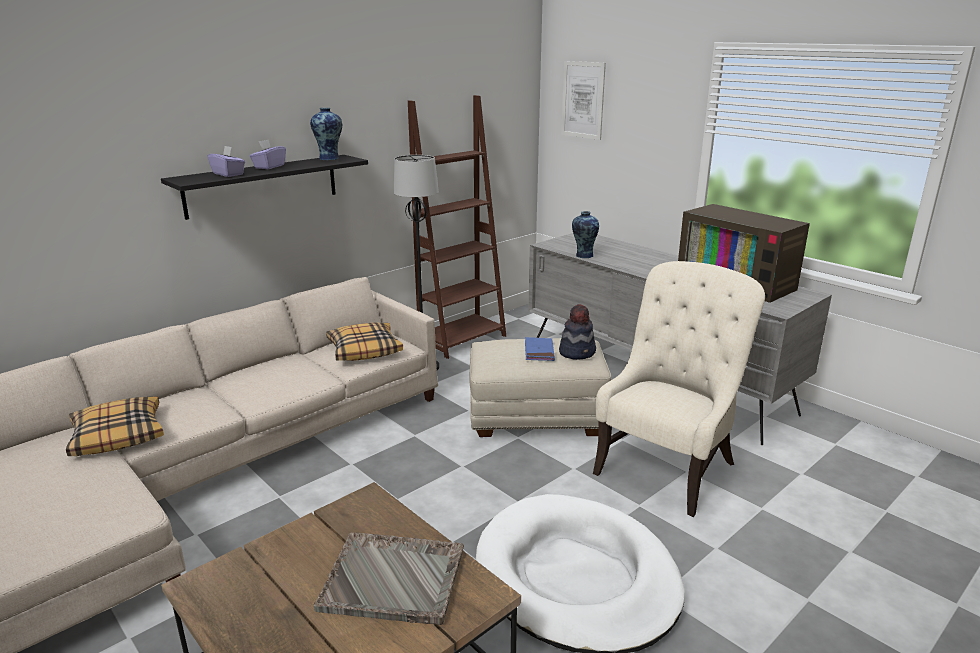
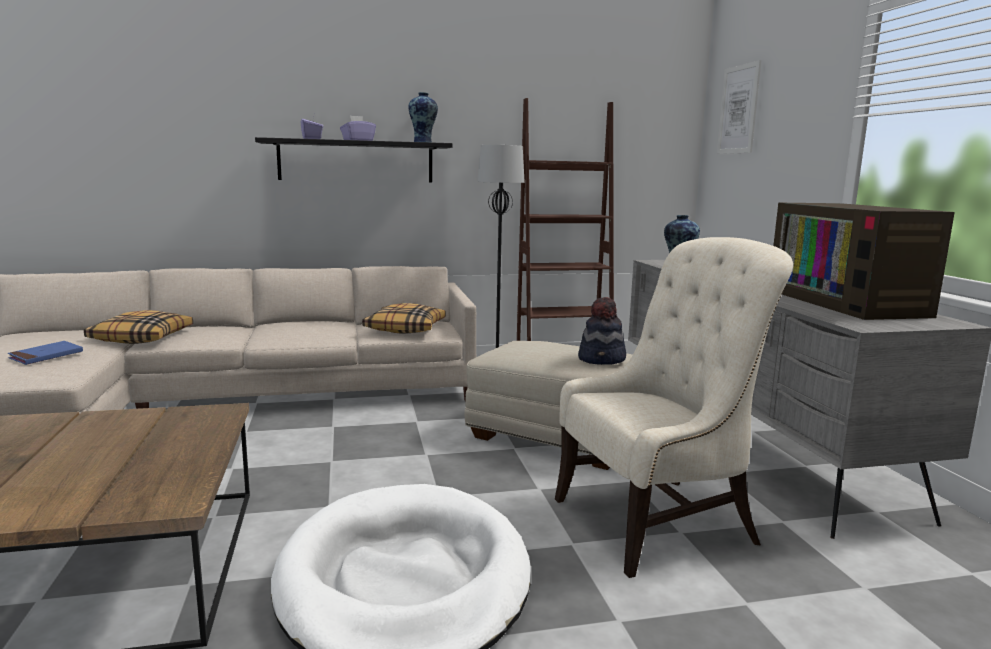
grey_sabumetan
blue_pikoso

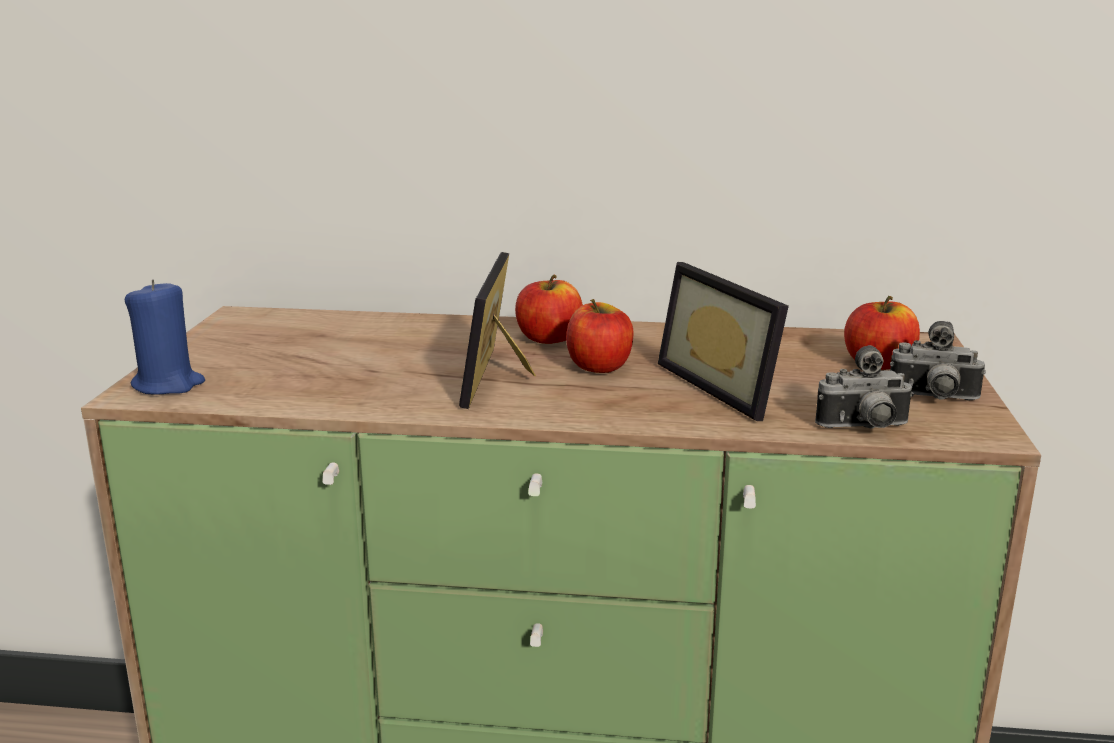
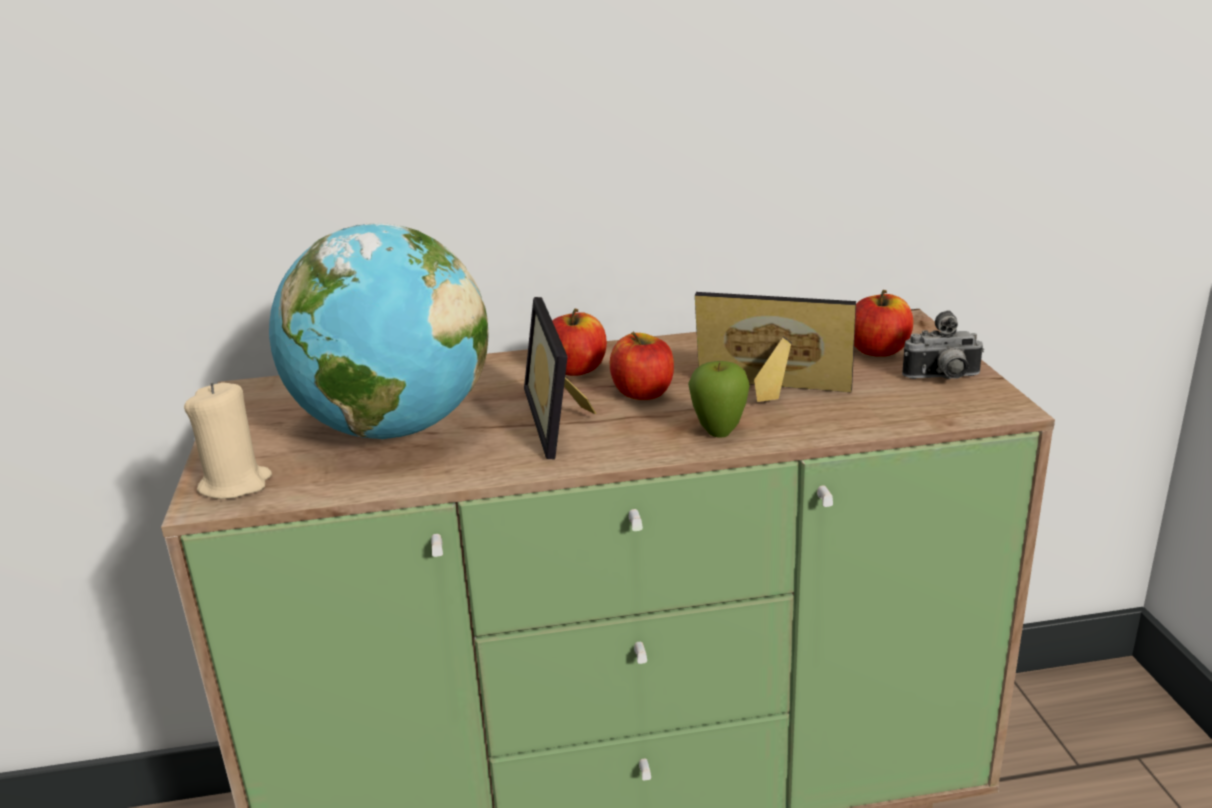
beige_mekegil
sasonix (no. 2 from left)
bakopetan (no. 1 from left in the first image)
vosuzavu
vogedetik (no. 3 from left)

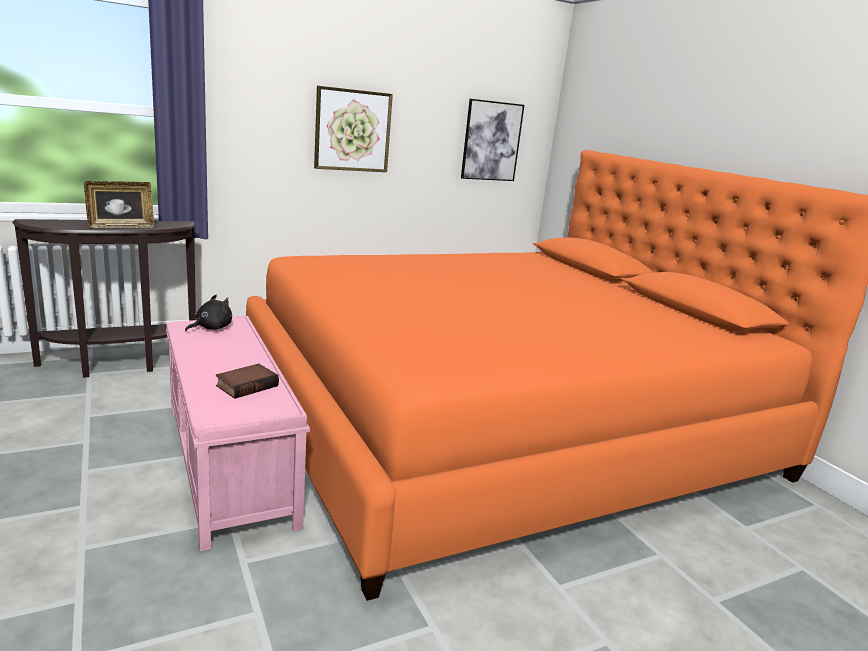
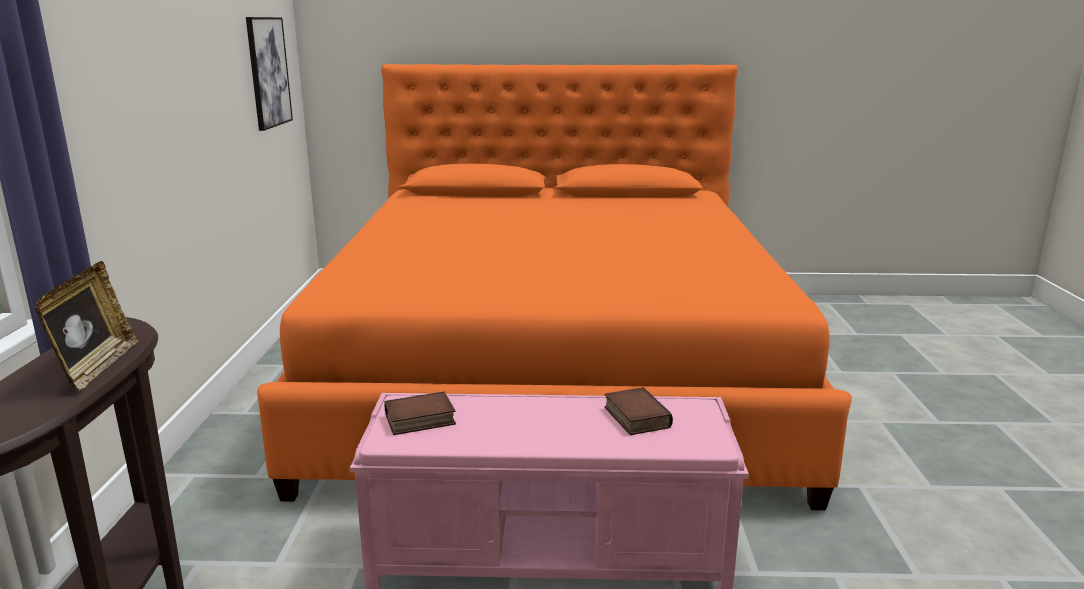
pikoso (no. 1 from left)
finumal (no. 1 from left in the first image)

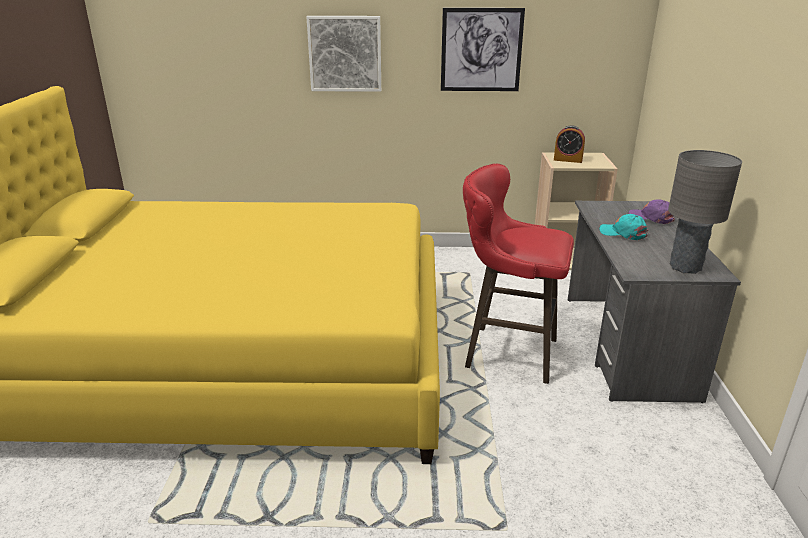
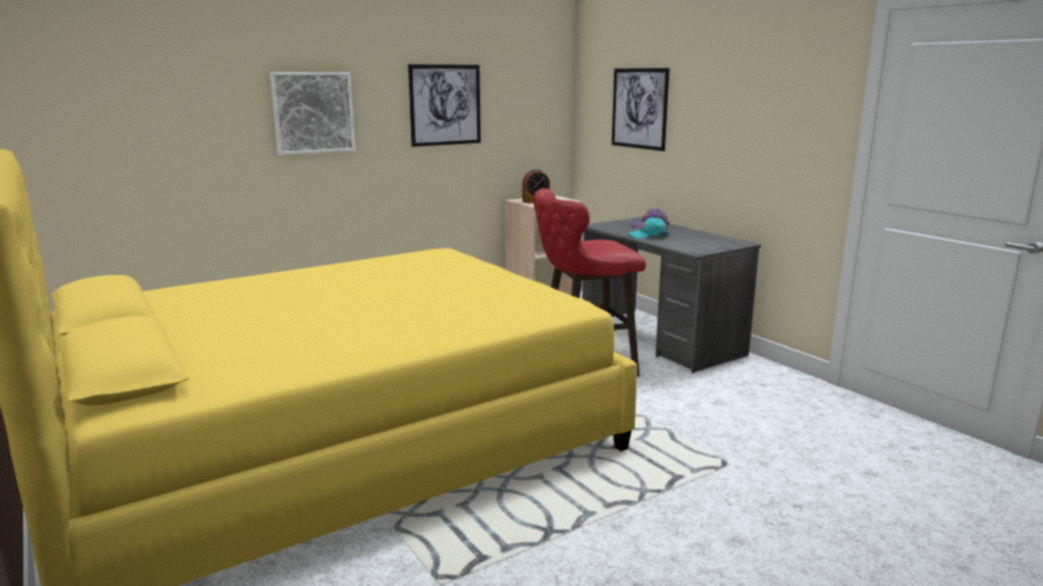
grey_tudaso
finumal (no. 3 from left)

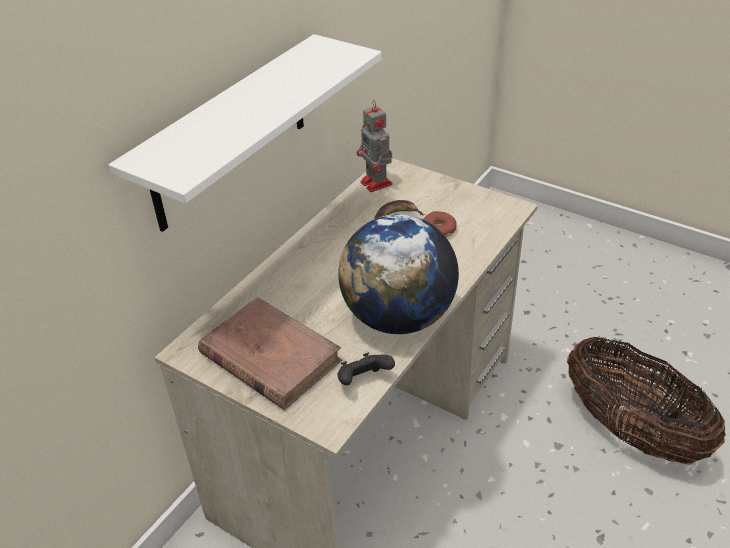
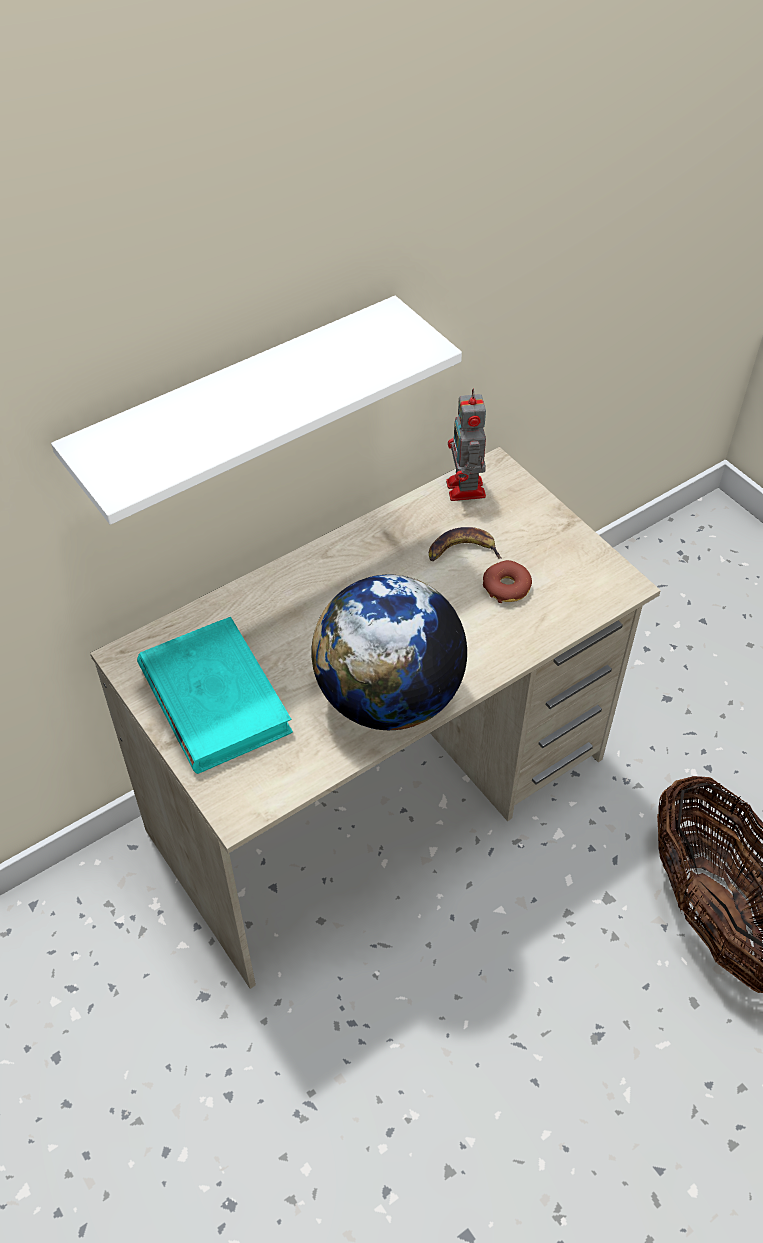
turquoise_pikoso
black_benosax

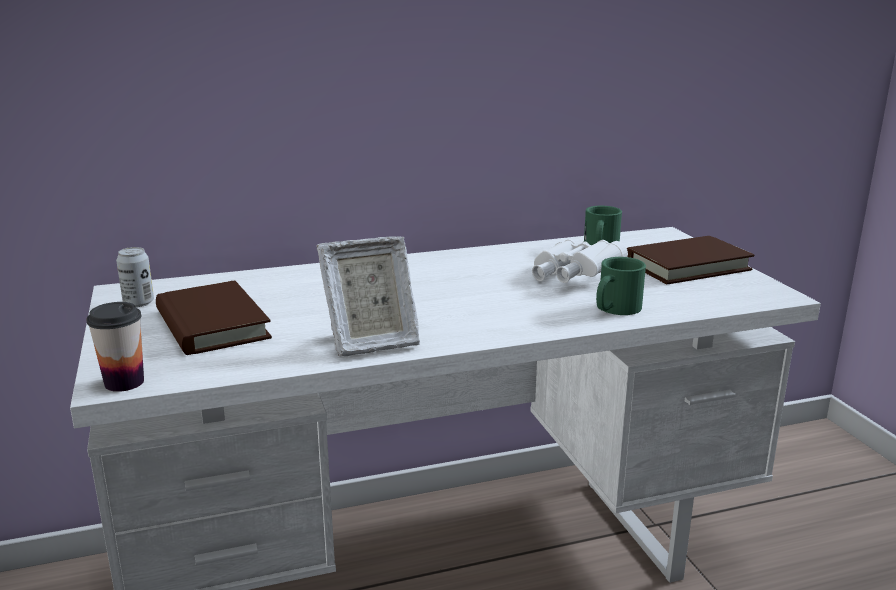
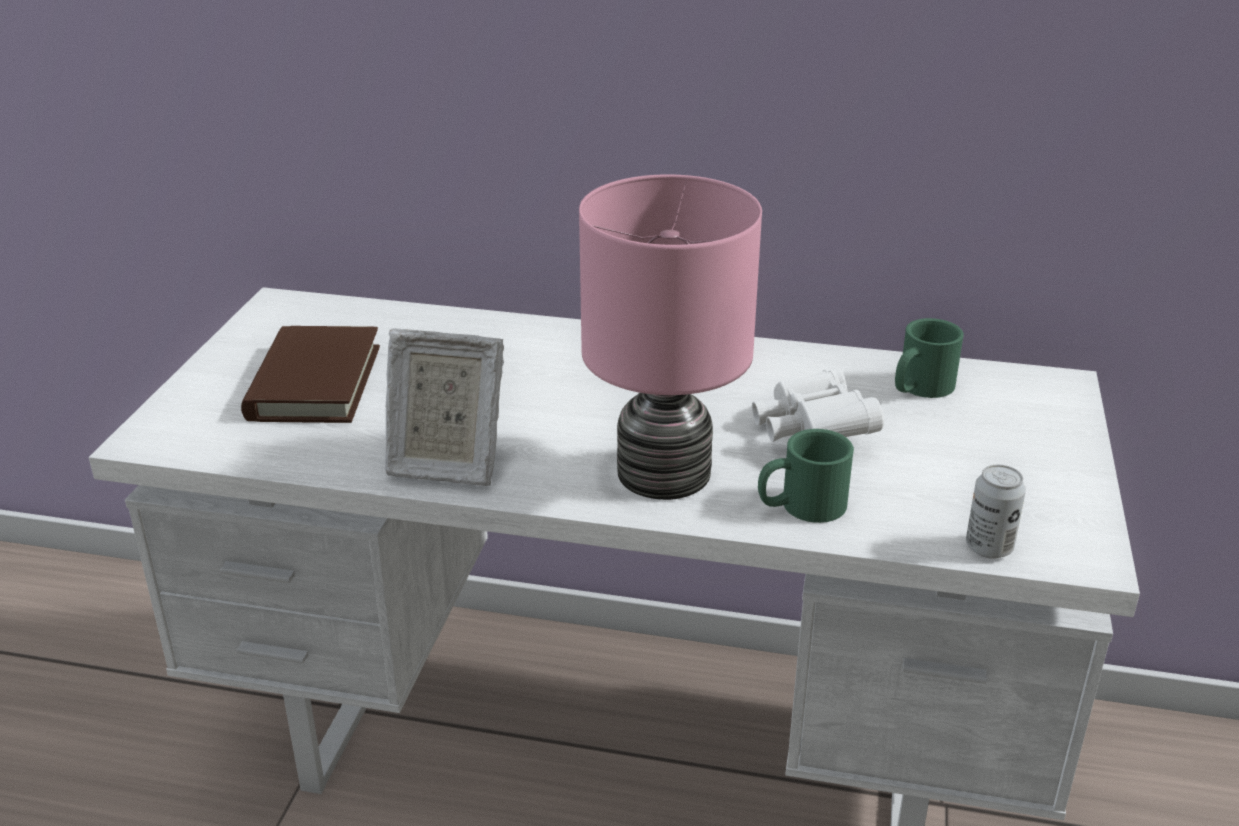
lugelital
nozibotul
brown_pikoso (no. 2 from left in the first image)
pink_tudaso

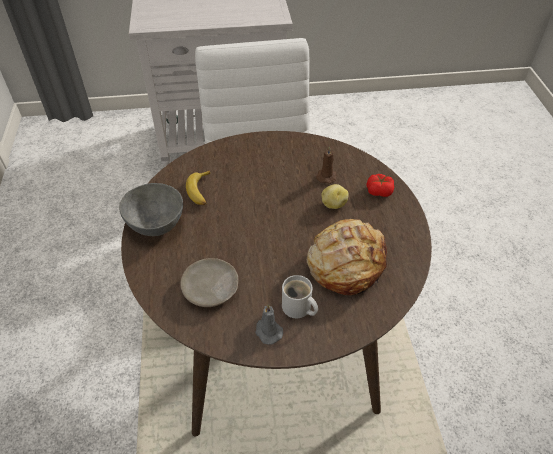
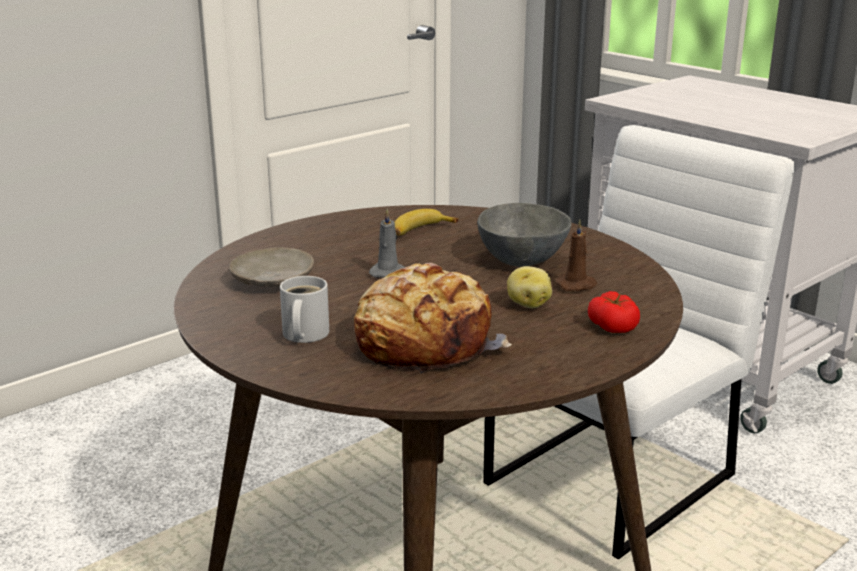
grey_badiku
grey_mekegil

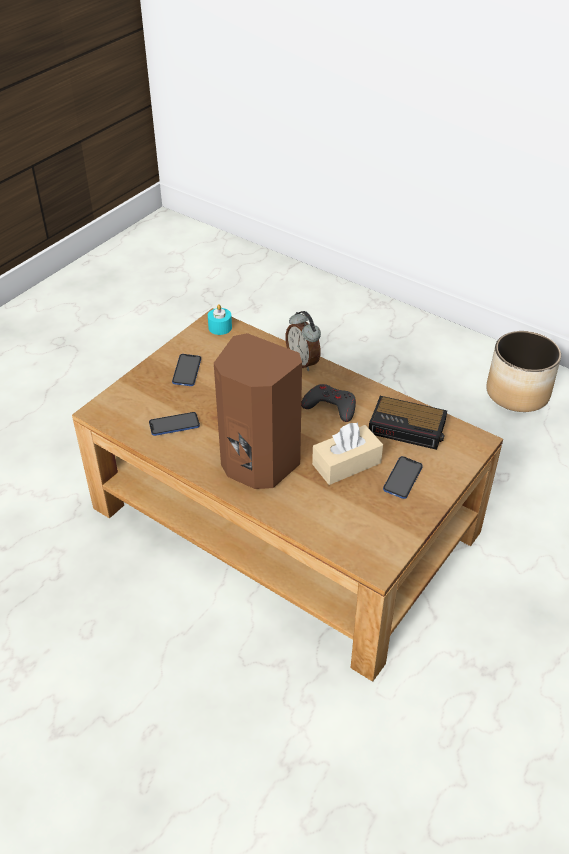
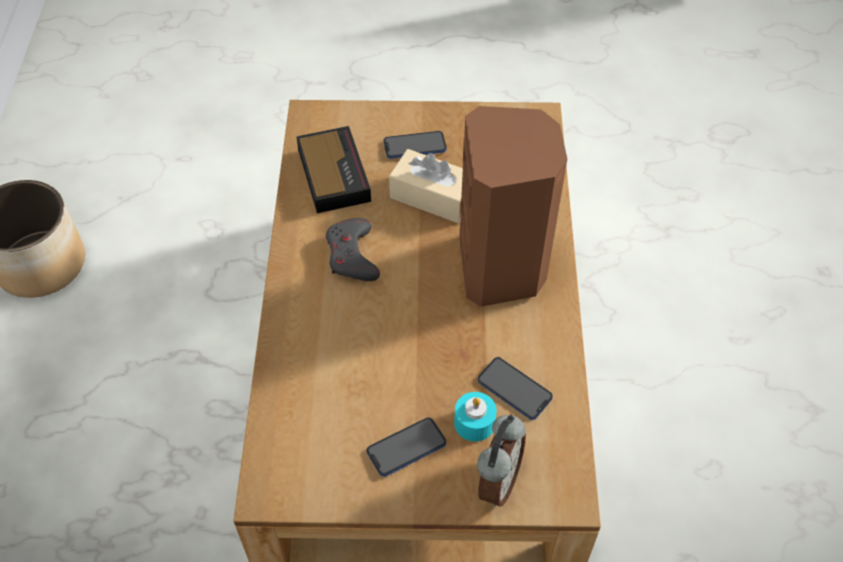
turquoise_mekegil
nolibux (no. 2 from left)

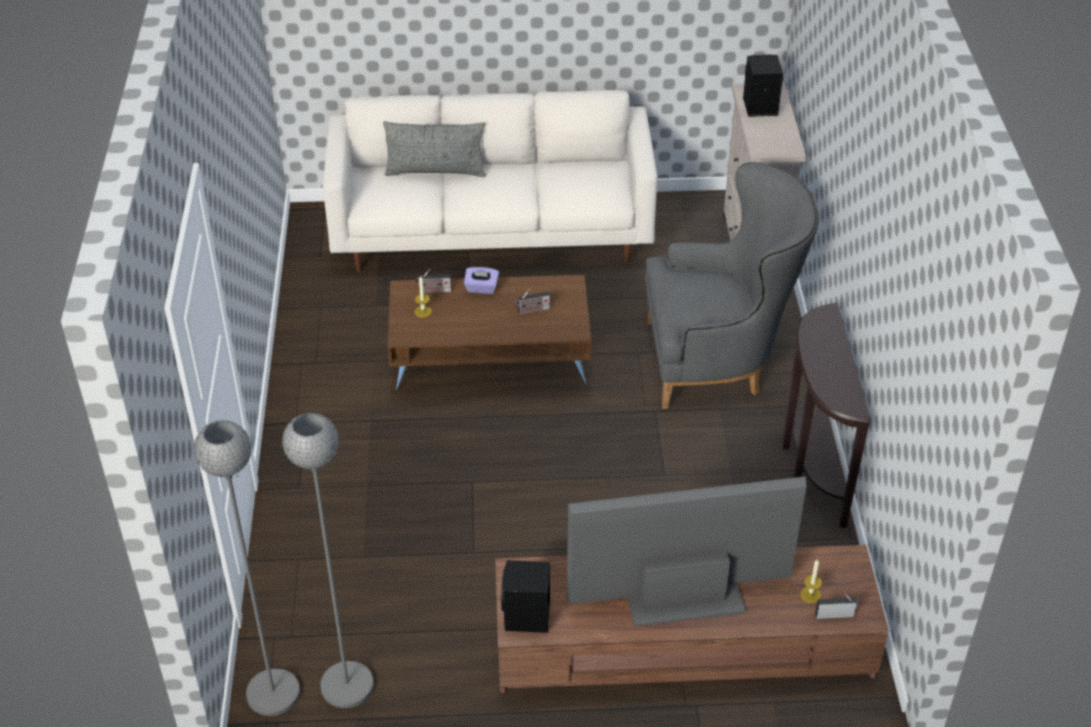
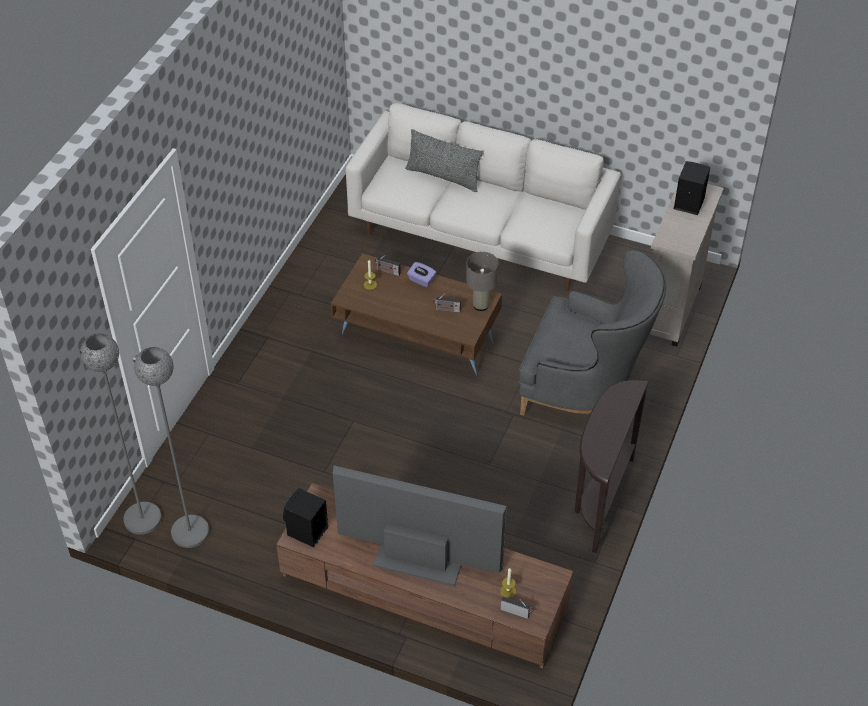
grey_tudaso

